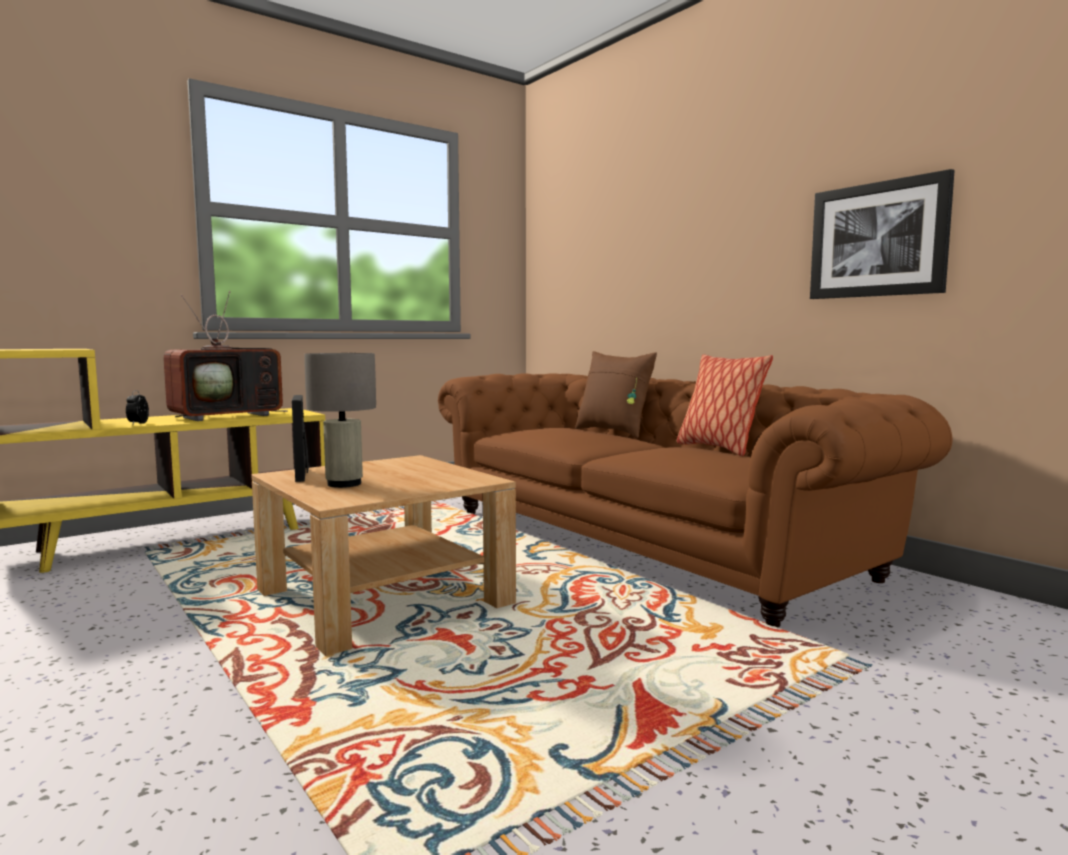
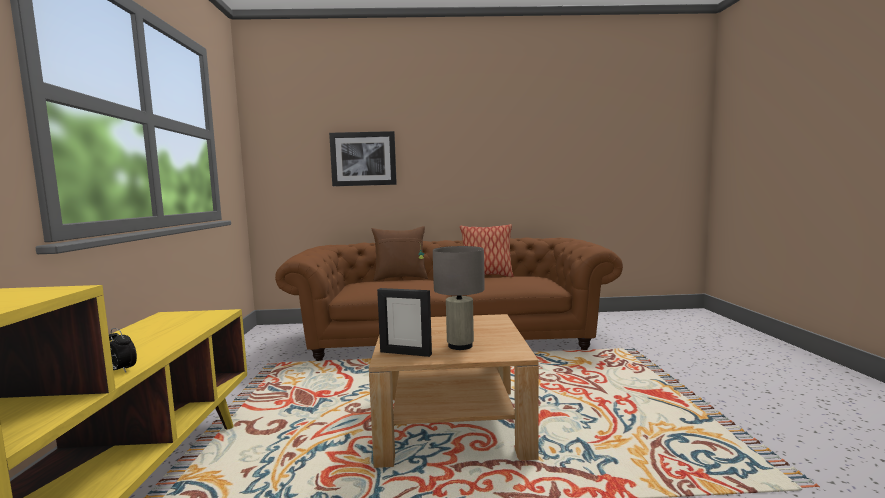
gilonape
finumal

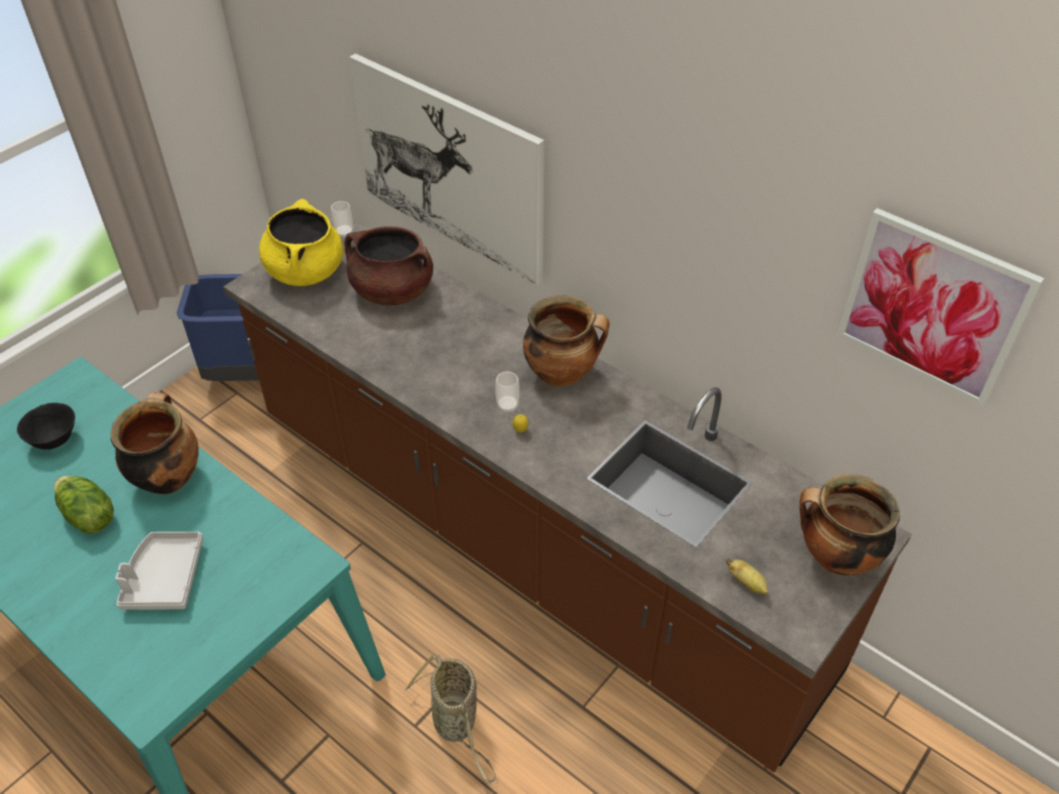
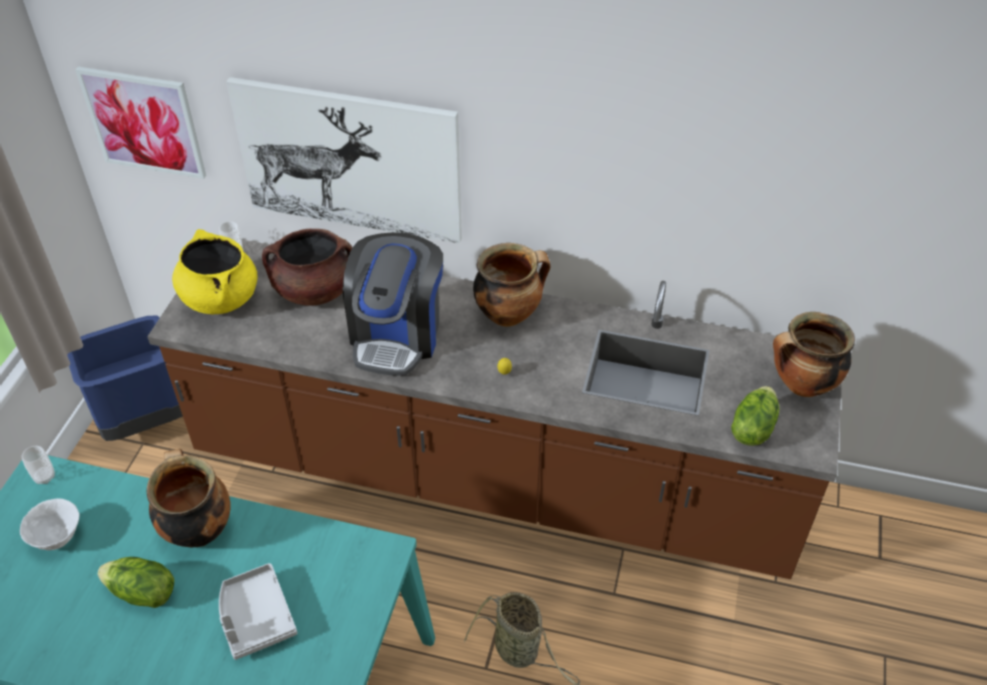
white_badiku
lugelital (no. 1 from left)
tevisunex (no. 2 from left)
finumal (no. 1 from left)
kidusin

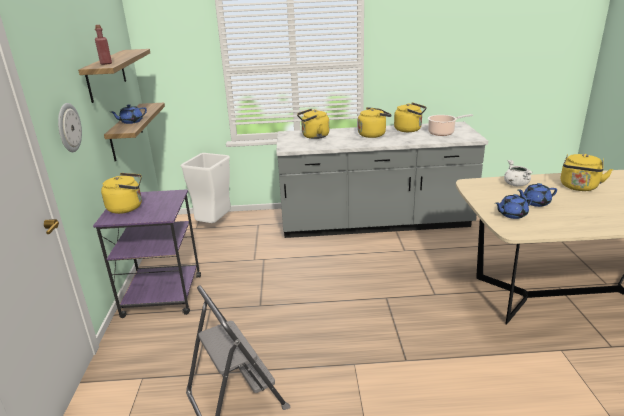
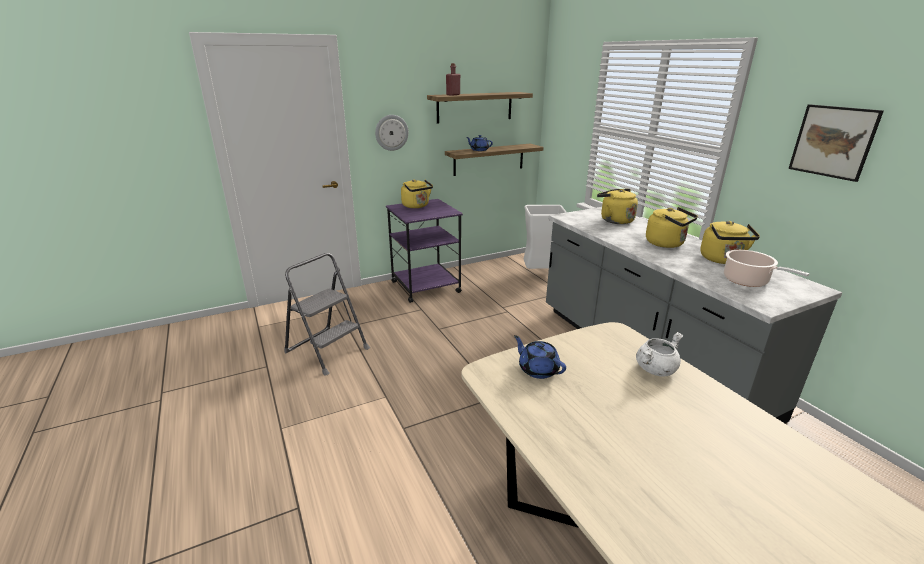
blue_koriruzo (no. 3 from left in the first image)
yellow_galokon (no. 5 from left in the first image)
finumal

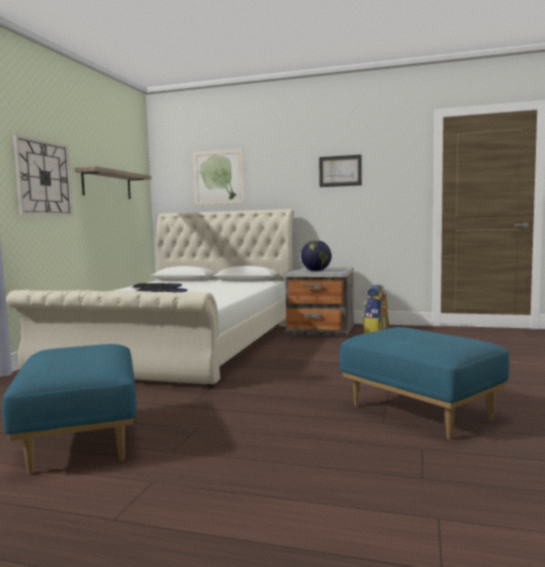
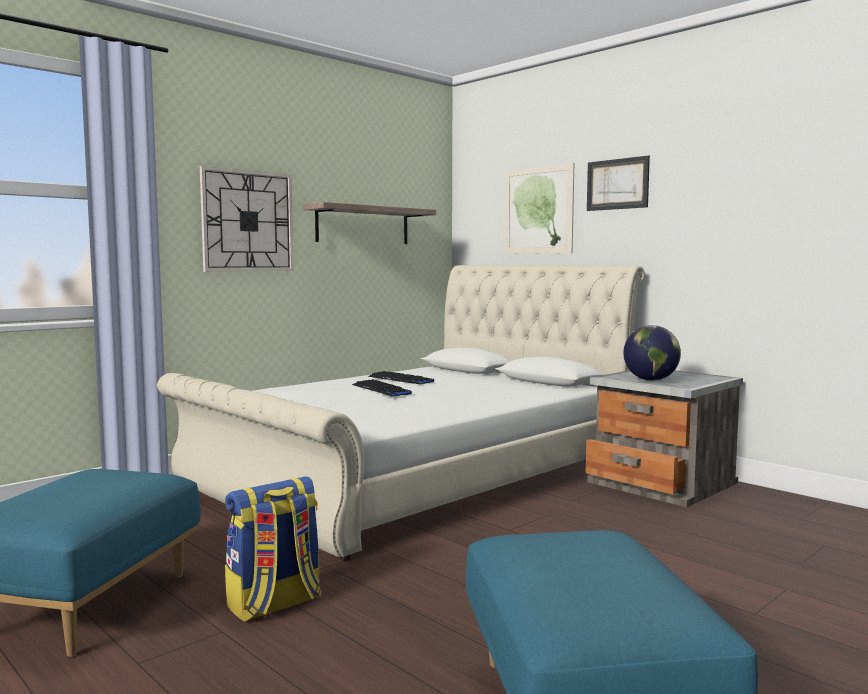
finumal (no. 2 from left)
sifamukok

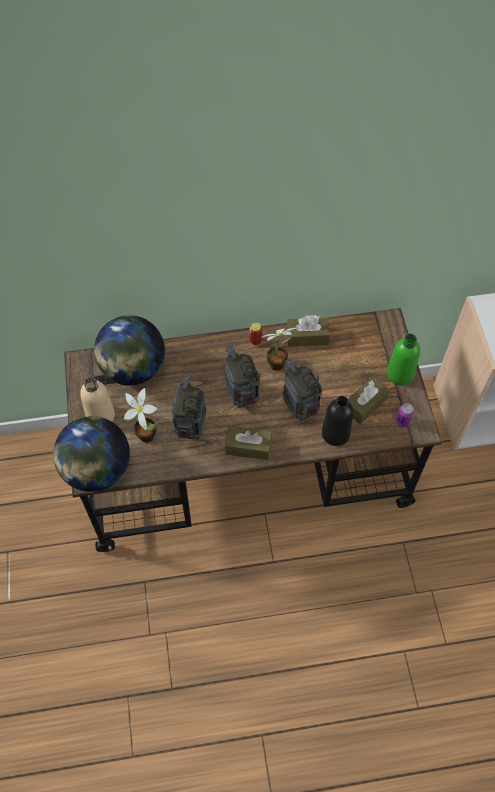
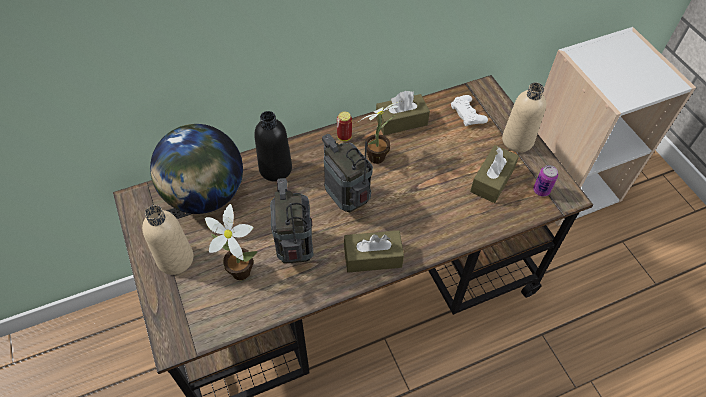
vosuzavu (no. 1 from left in the first image)
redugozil (no. 3 from left in the first image)
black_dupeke
beige_dupeke (no. 2 from left)
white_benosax

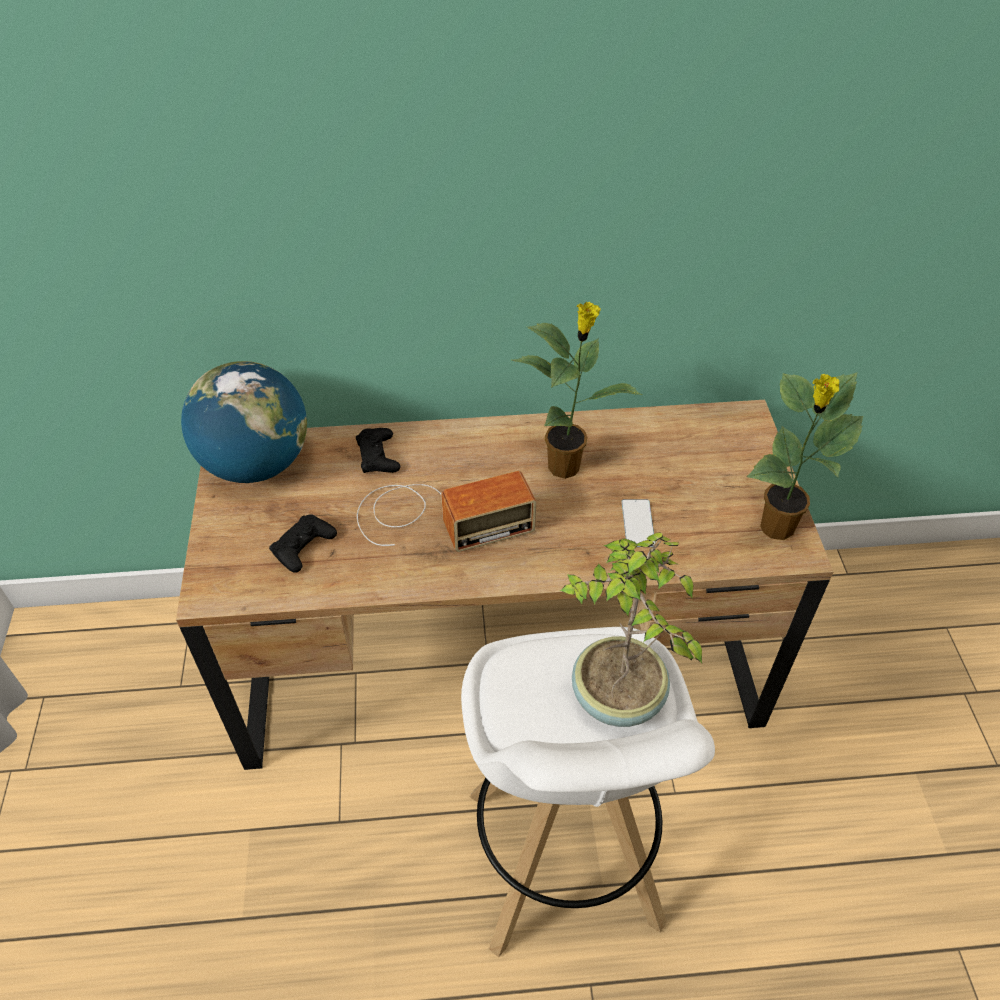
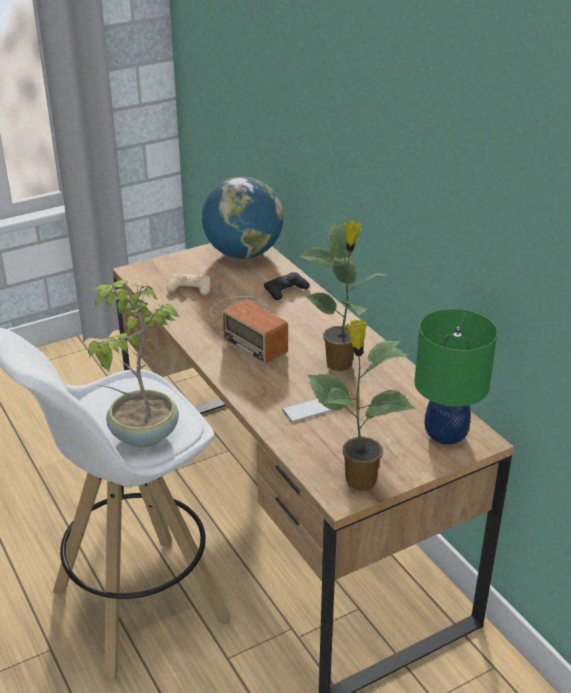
beige_benosax
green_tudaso

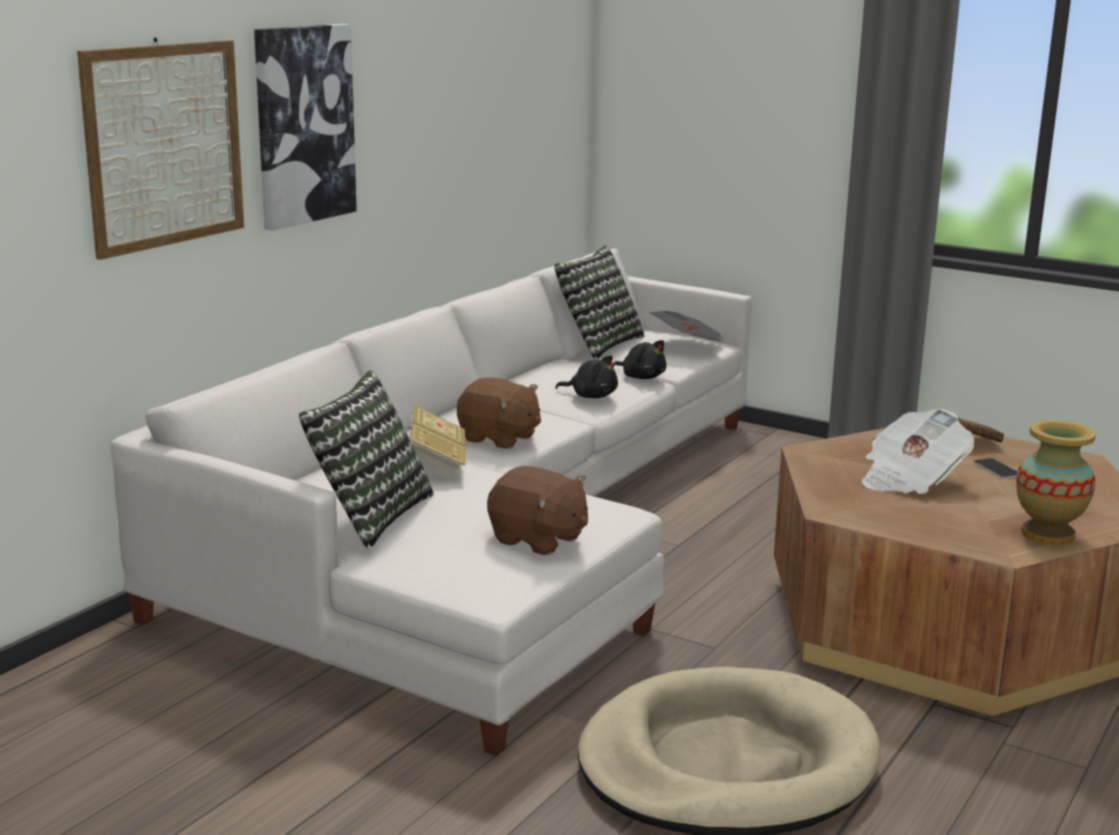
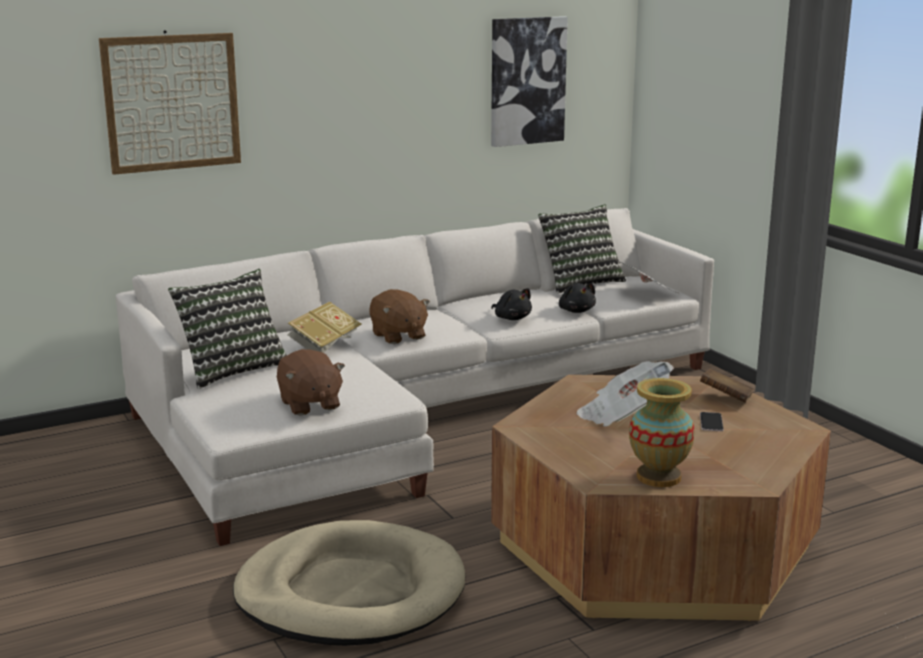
finumal (no. 2 from left)

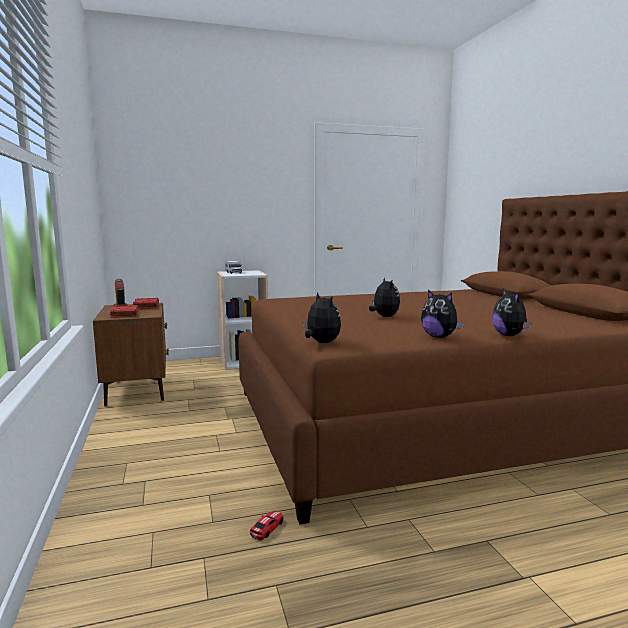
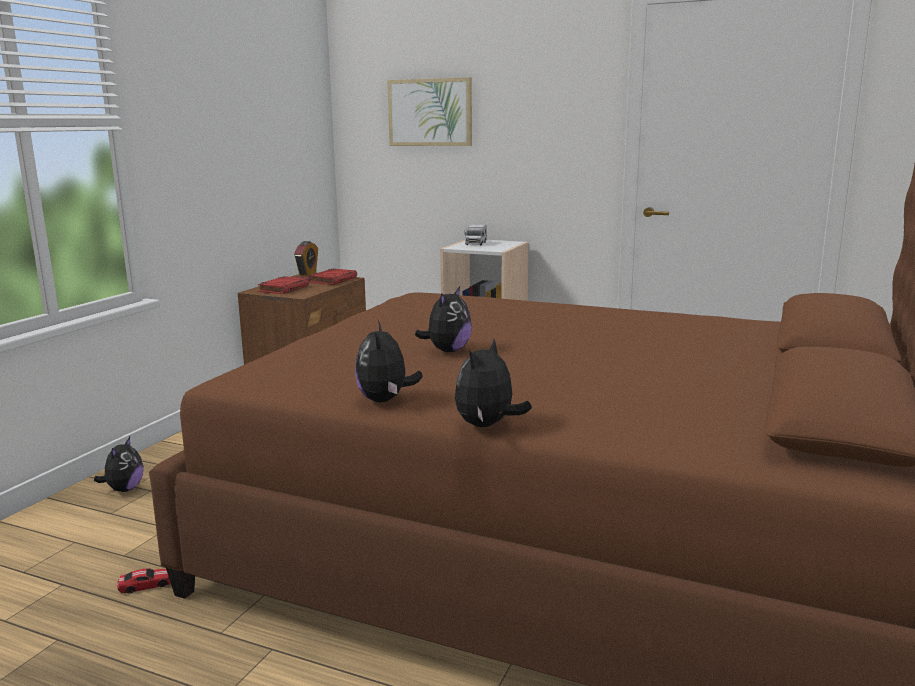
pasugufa (no. 1 from left)
finumal

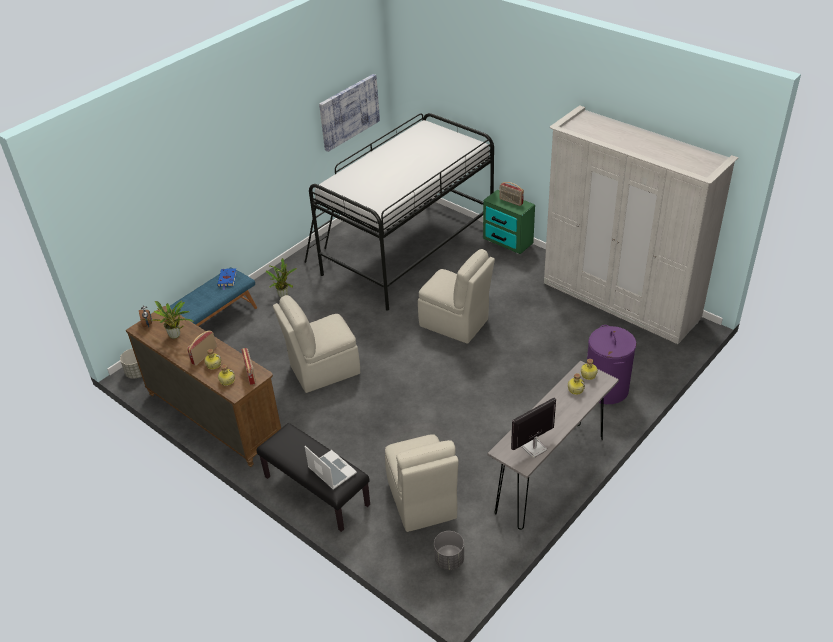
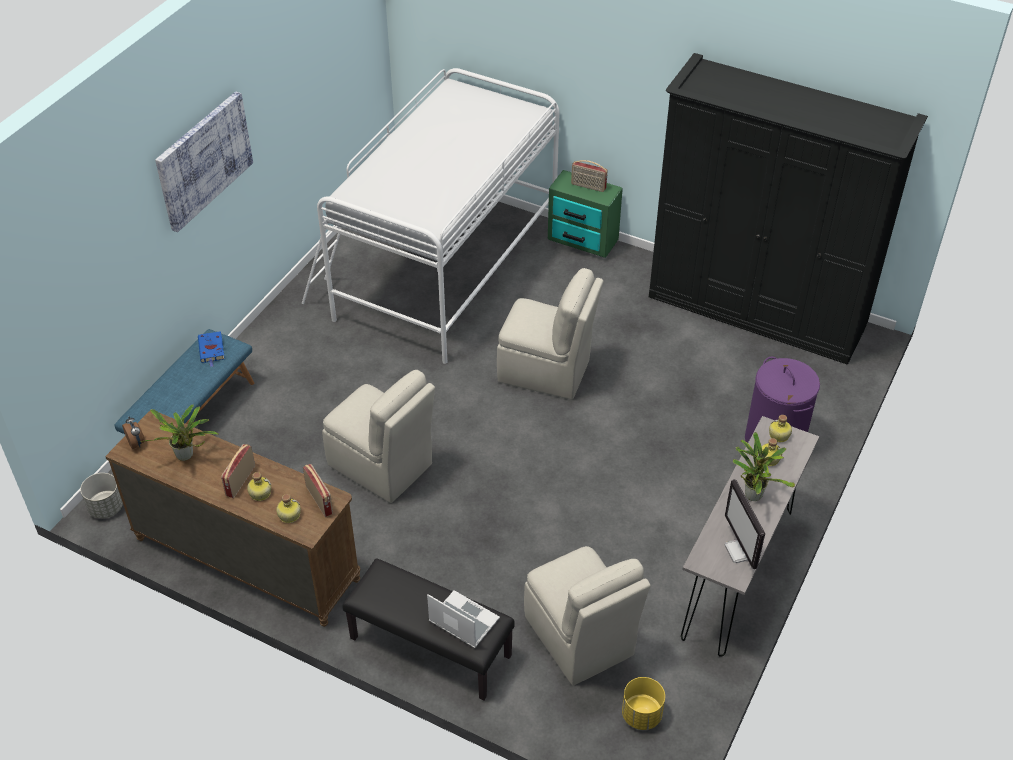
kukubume (no. 2 from left)
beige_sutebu (no. 1 from left)
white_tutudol
finumal
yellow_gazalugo
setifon
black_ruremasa

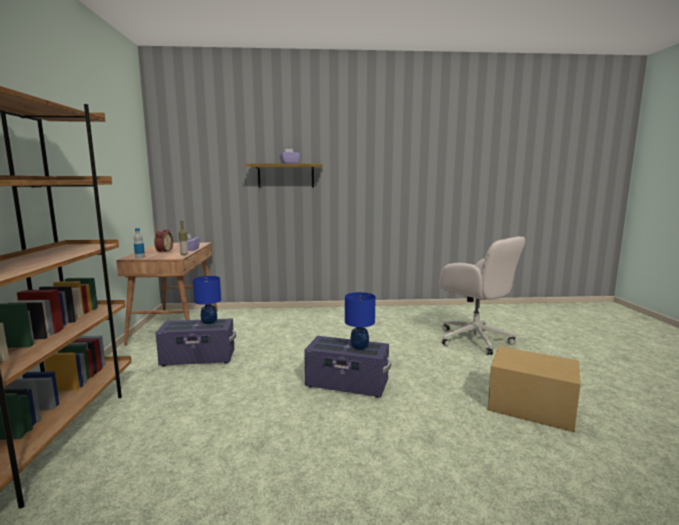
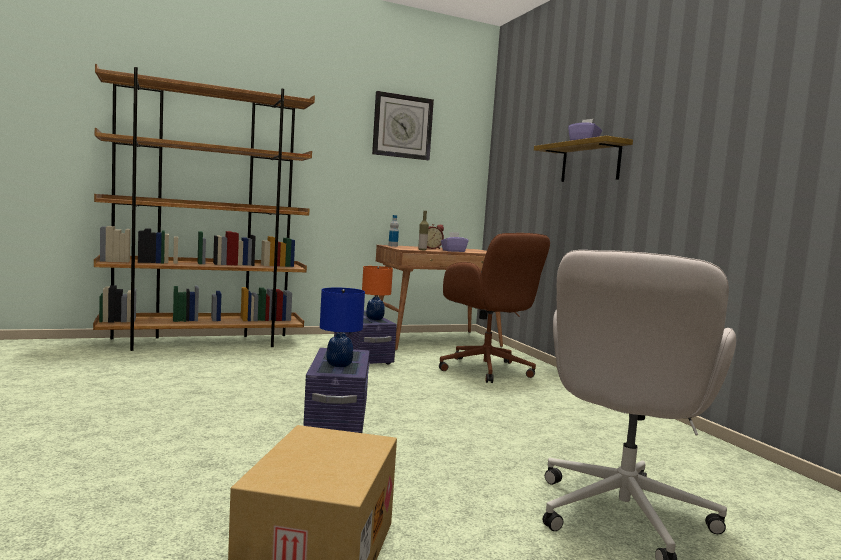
orange_tudaso
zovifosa
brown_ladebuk

